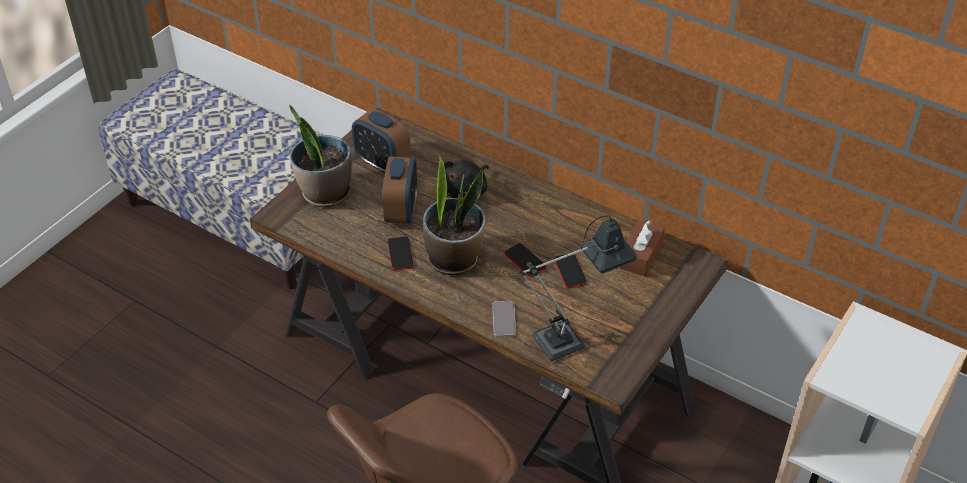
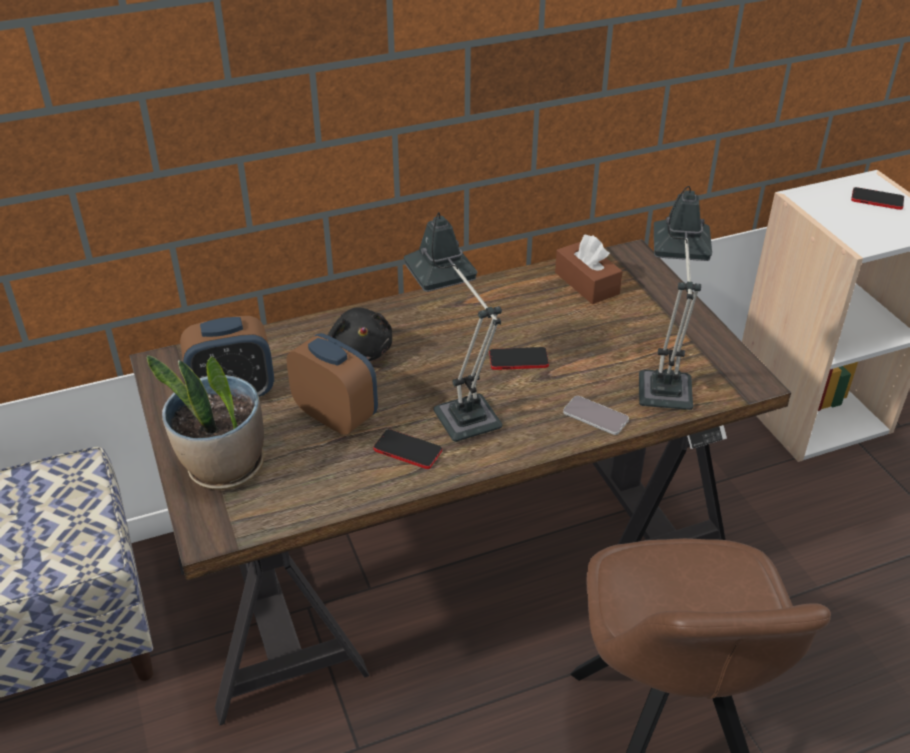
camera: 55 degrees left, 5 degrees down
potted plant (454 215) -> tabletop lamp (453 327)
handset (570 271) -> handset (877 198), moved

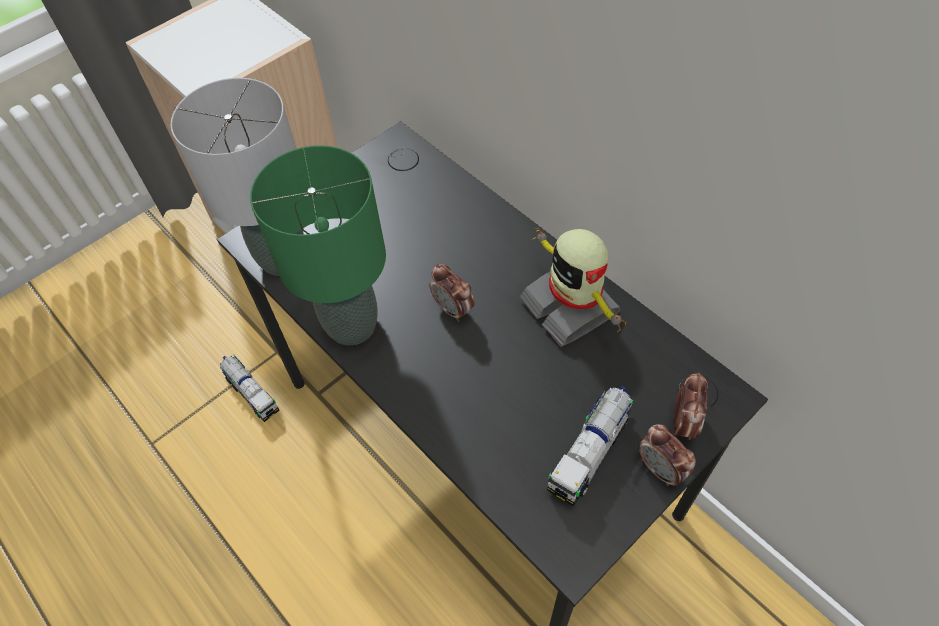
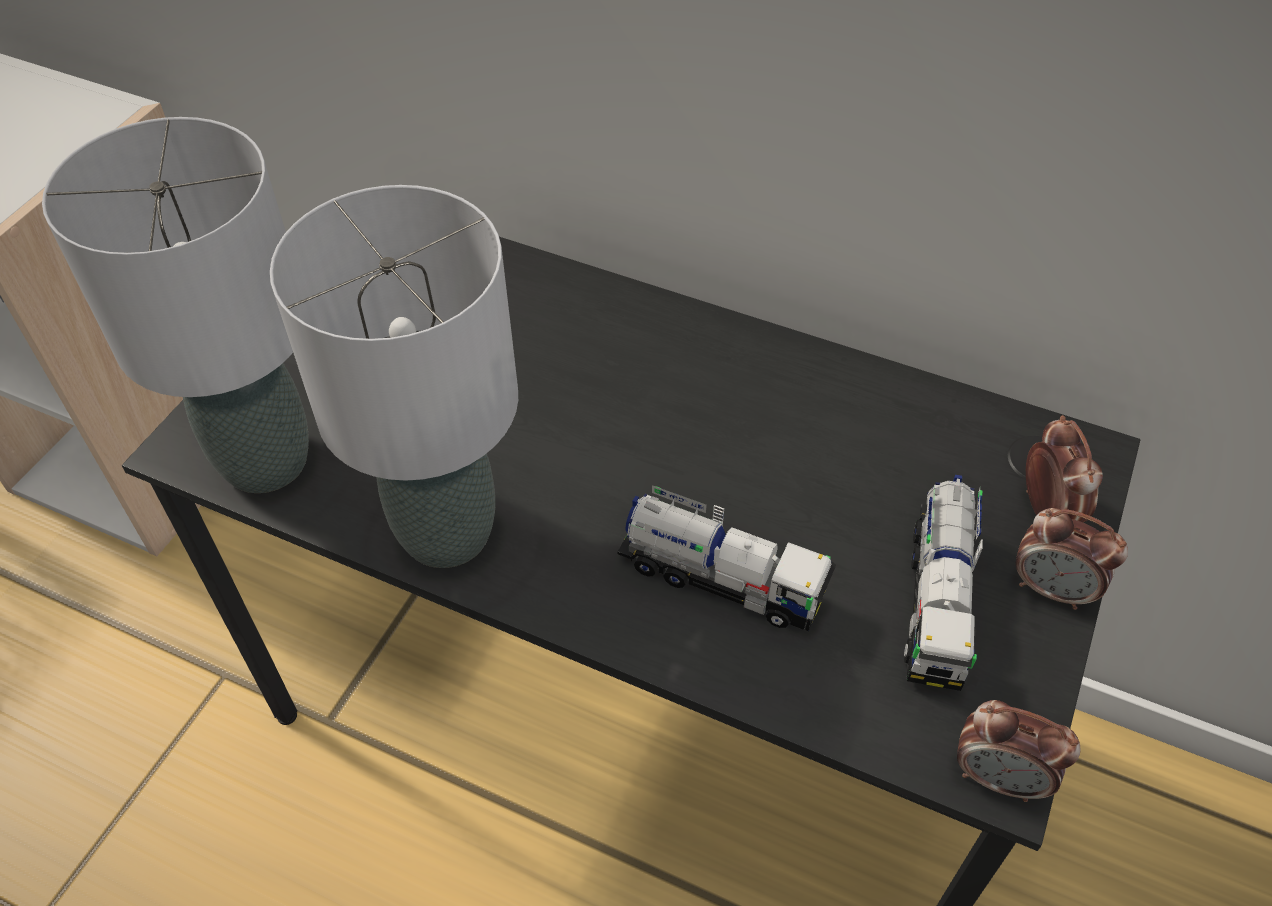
camera: 25 degrees left, 5 degrees down
green tabletop lamp (318 245) -> grey tabletop lamp (394 376)
toy robot (573 287) -> none
bedside clock (452 293) -> bedside clock (1019 751), moved
model truck (249 388) -> model truck (727 558), moved

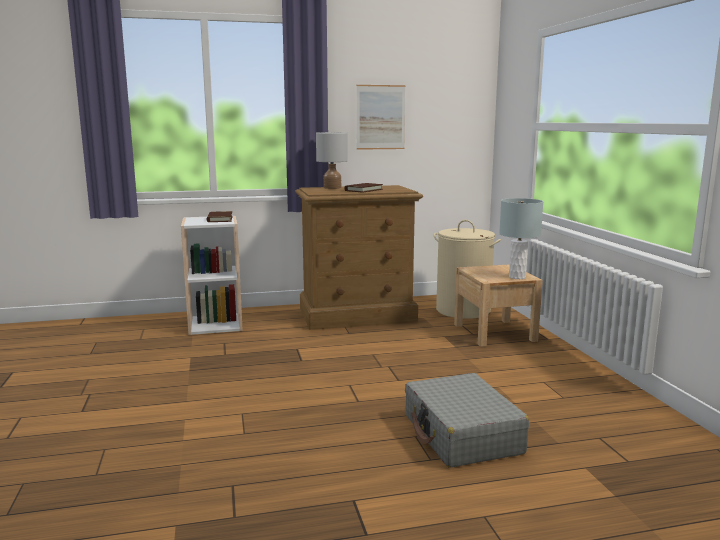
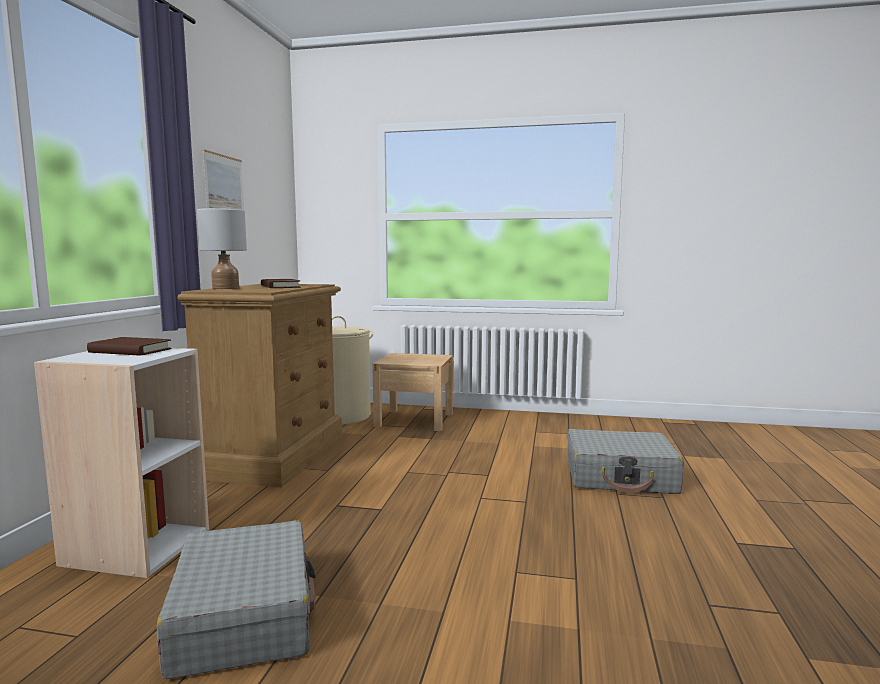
camera: 65 degrees left, 5 degrees down
grey tabletop lamp (521 238) -> none
none -> grey travel case (236 599)

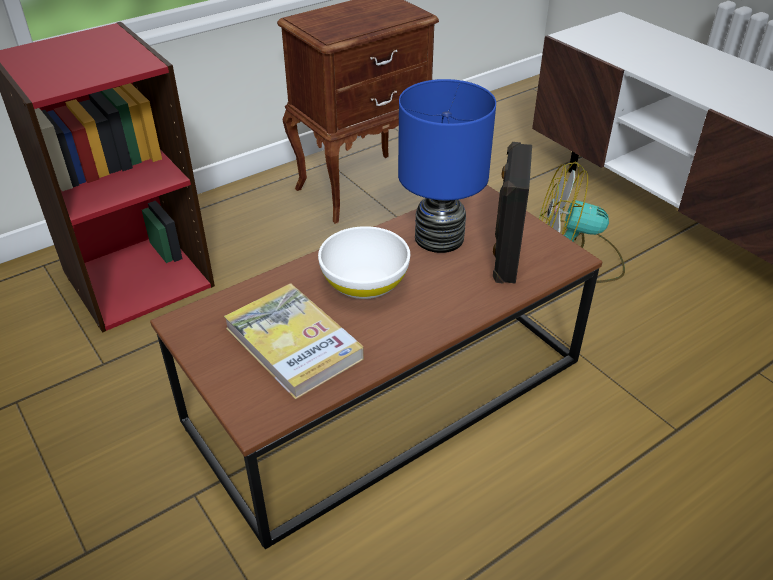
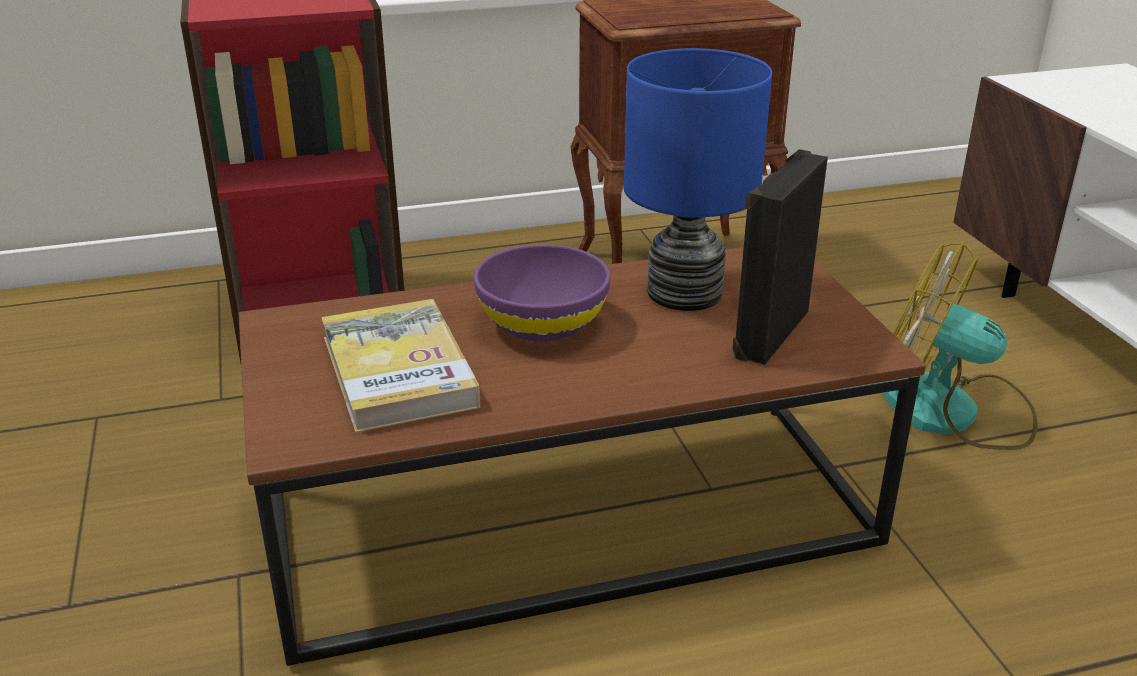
camera: 20 degrees right, 10 degrees down
white-coloured serving bowl (364 262) -> purple serving bowl (542 293)

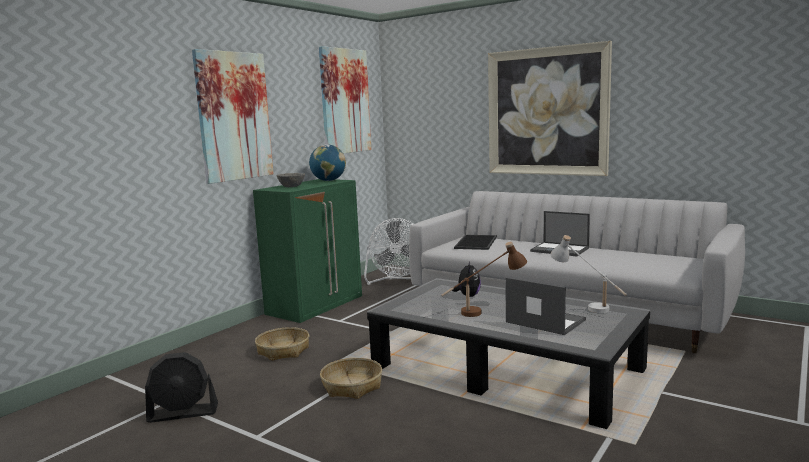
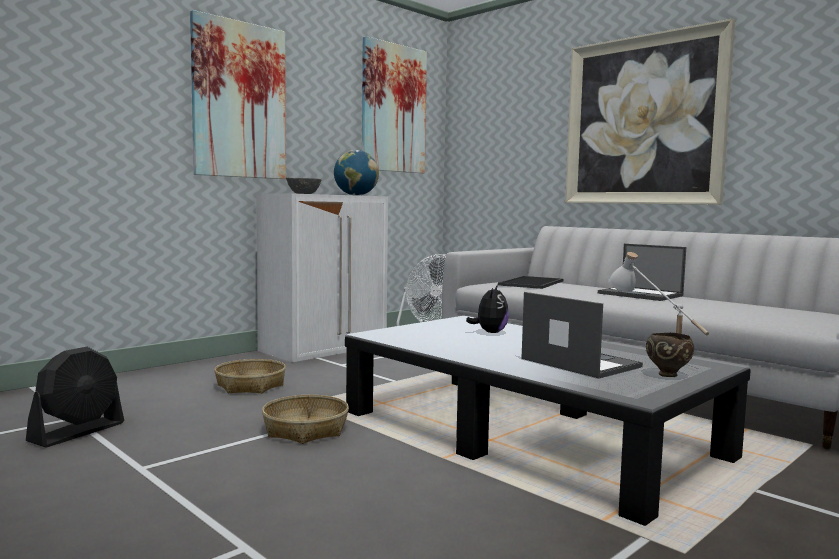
camera: 10 degrees right, 5 degrees down
green storage cabinet (307 251) -> white-coloured storage cabinet (322 277)
brown tabletop lamp (484 279) -> none
black fan (181 387) -> black fan (75 397), 60 degrees counterclockwise
none -> brown serving bowl (670 355)

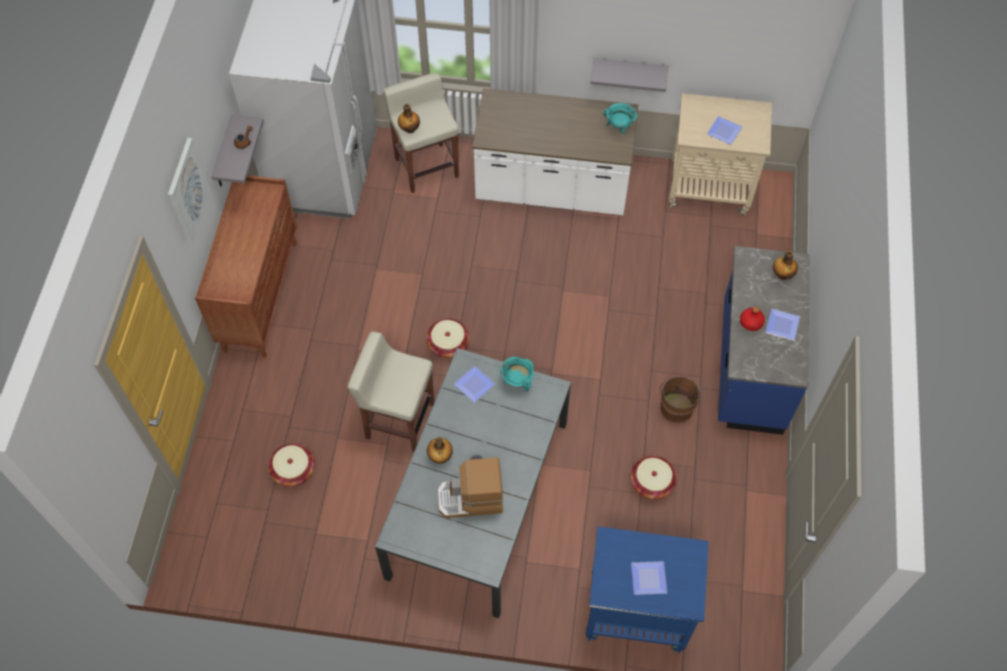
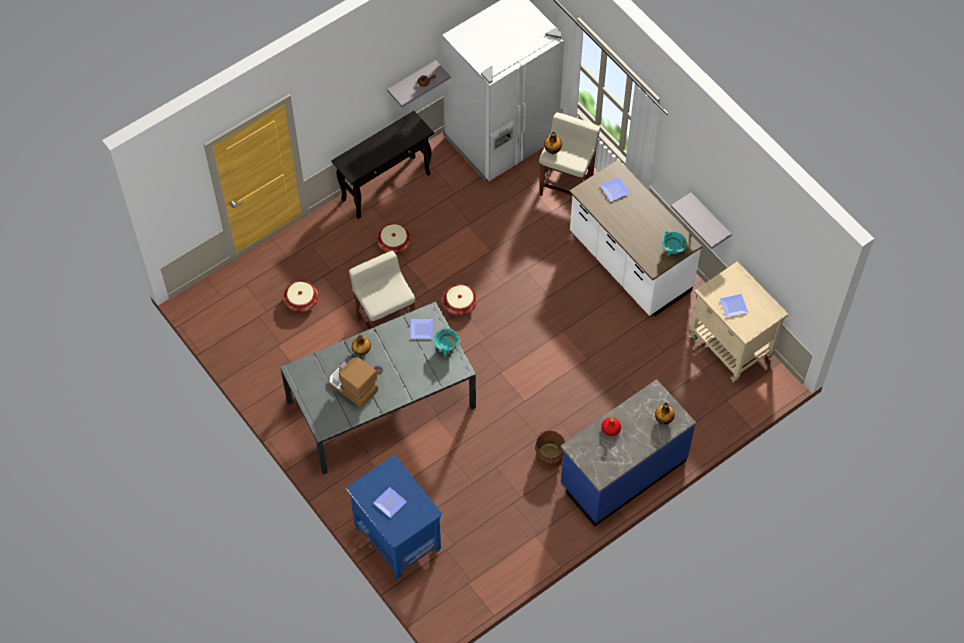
camera: 45 degrees right, 0 degrees up
wall art (189 191) -> none
brown storage cabinet (246 266) -> black hall table (382 165)
dinner plate (783 324) -> dinner plate (615 190), moved
household basket (654 478) -> household basket (394 238), moved

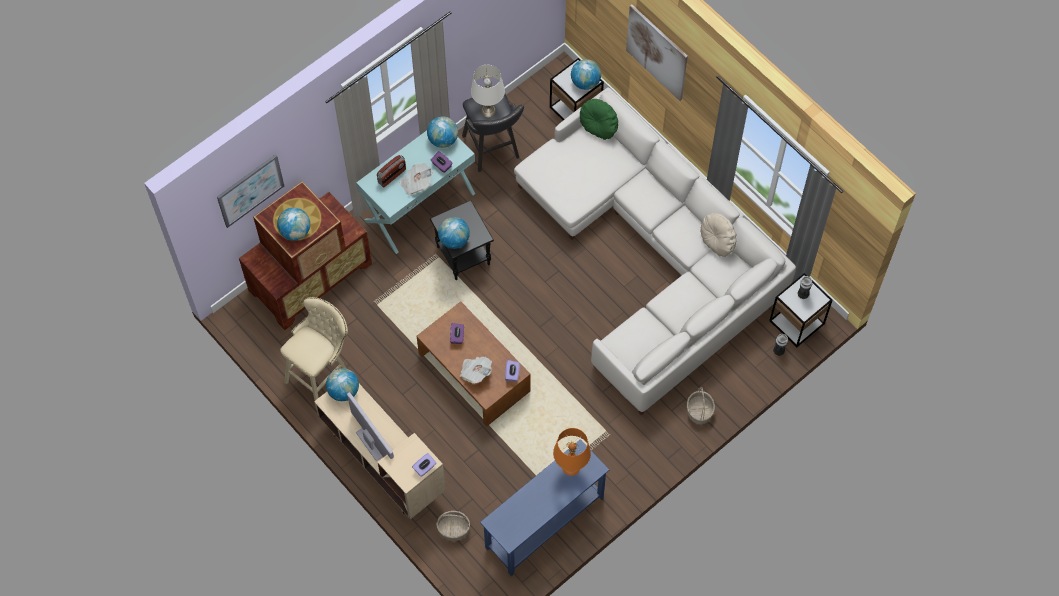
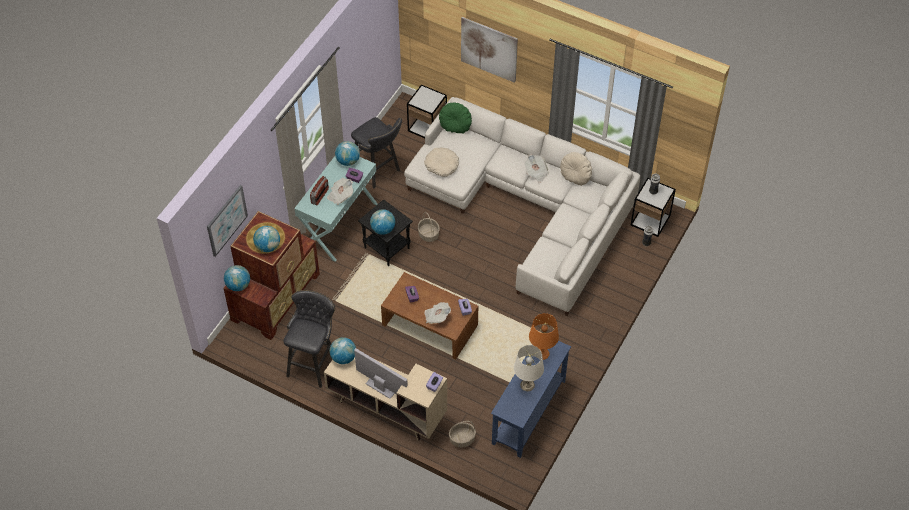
camera: 20 degrees left, 10 degrees down
world globe (586 74) -> world globe (237 278), moved
white-coloured tabletop lamp (488 91) -> white-coloured tabletop lamp (529 368), moved
beige stool seat (314 348) -> black stool seat (309 339)
household basket (701 405) -> household basket (429 227), moved
none -> beige cushion (441 162)
none -> daily paper (536 168)

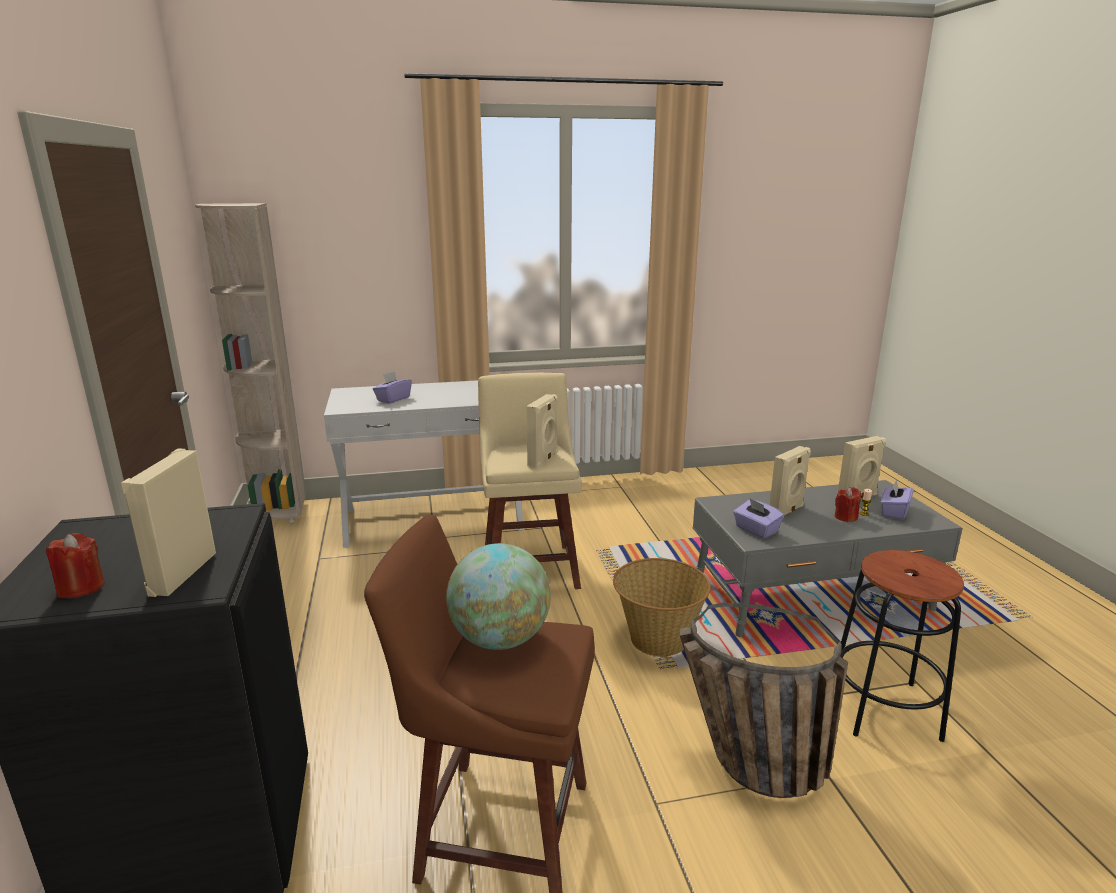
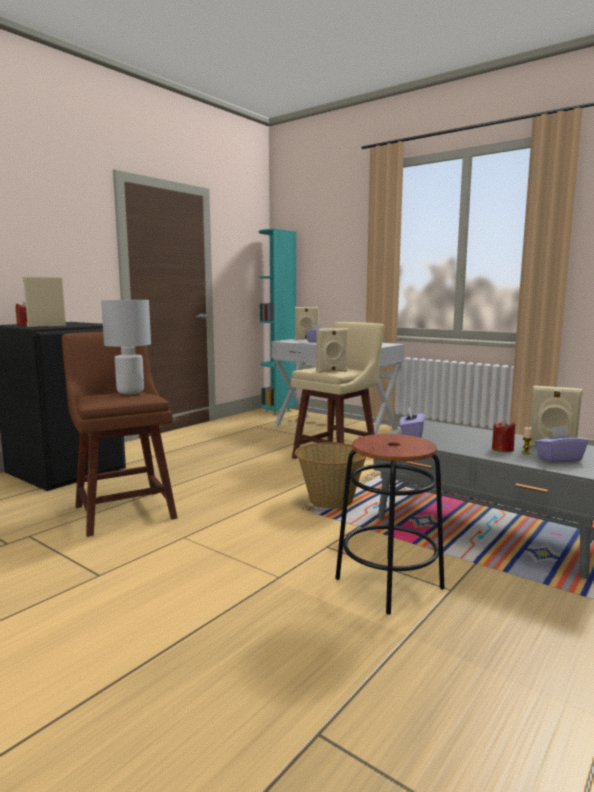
camera: 50 degrees right, 10 degrees down
beige bookshelf (250 363) -> blue-green bookshelf (277 321)
beige audio speaker (790 480) -> beige audio speaker (307 323), moved
world globe (498 596) -> grey tabletop lamp (126 347)
household basket (764 700) -> none

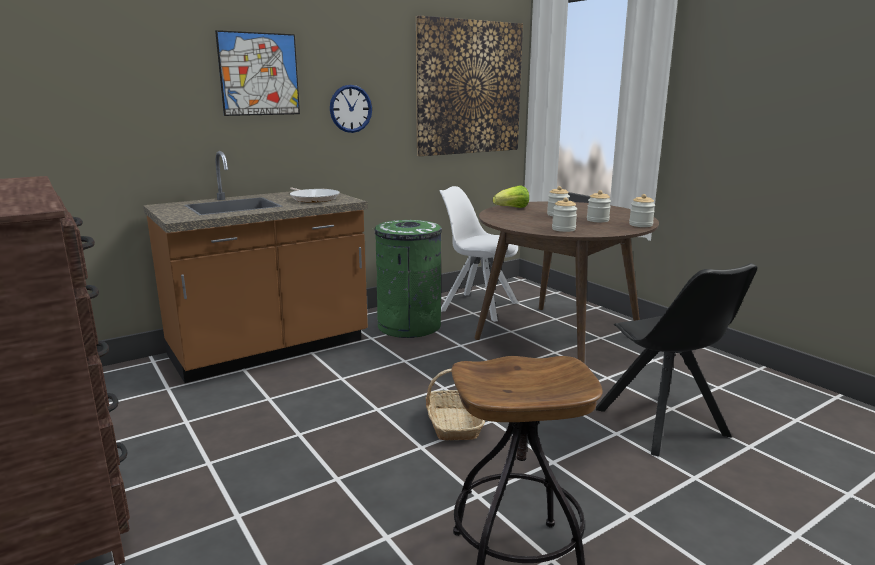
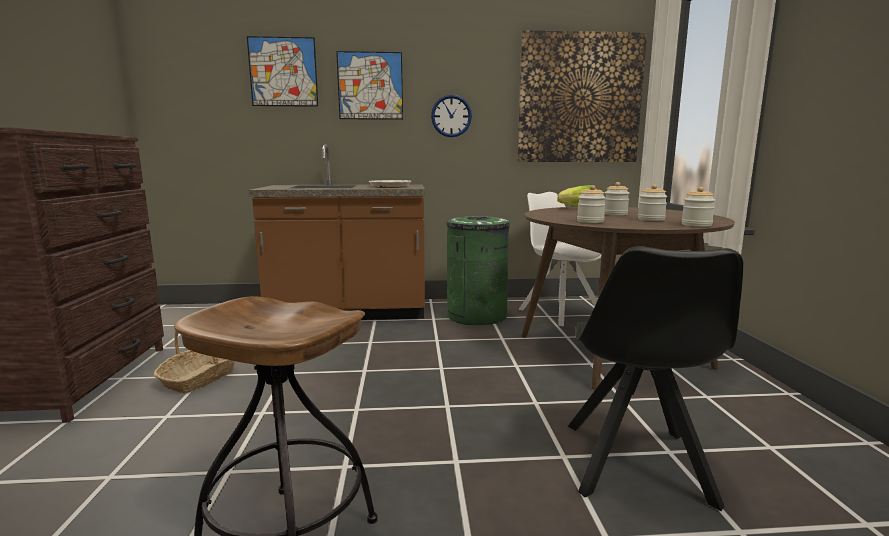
camera: 30 degrees right, 5 degrees down
household basket (455 404) -> household basket (194 362), moved
none -> wall art (282 71)

